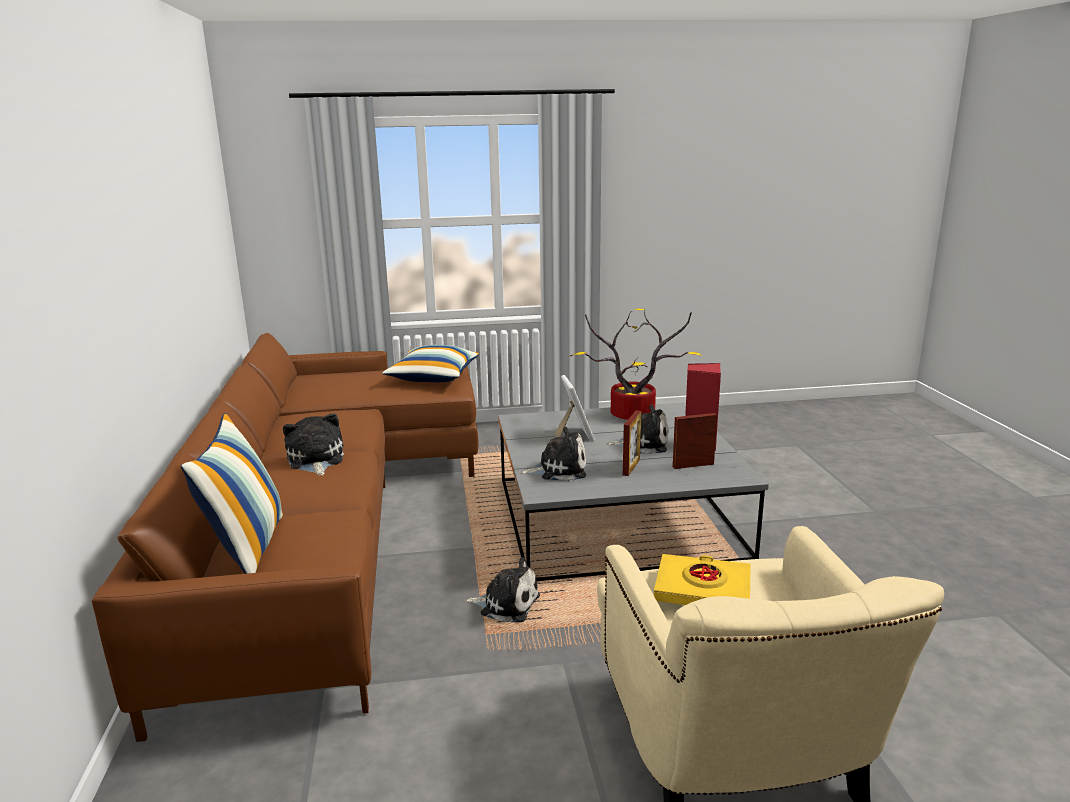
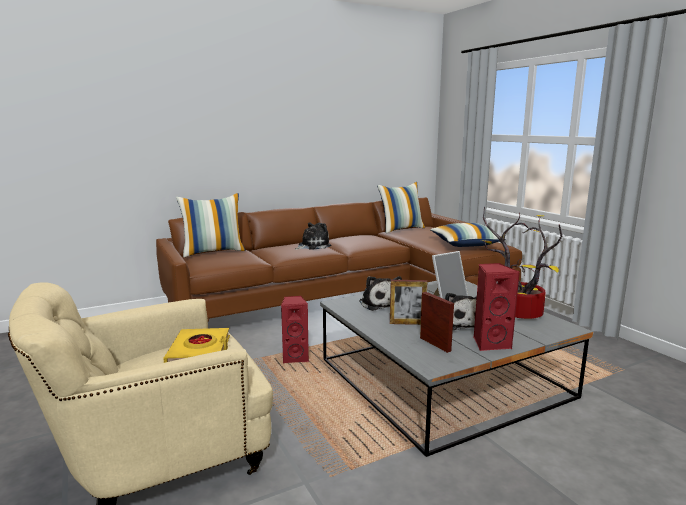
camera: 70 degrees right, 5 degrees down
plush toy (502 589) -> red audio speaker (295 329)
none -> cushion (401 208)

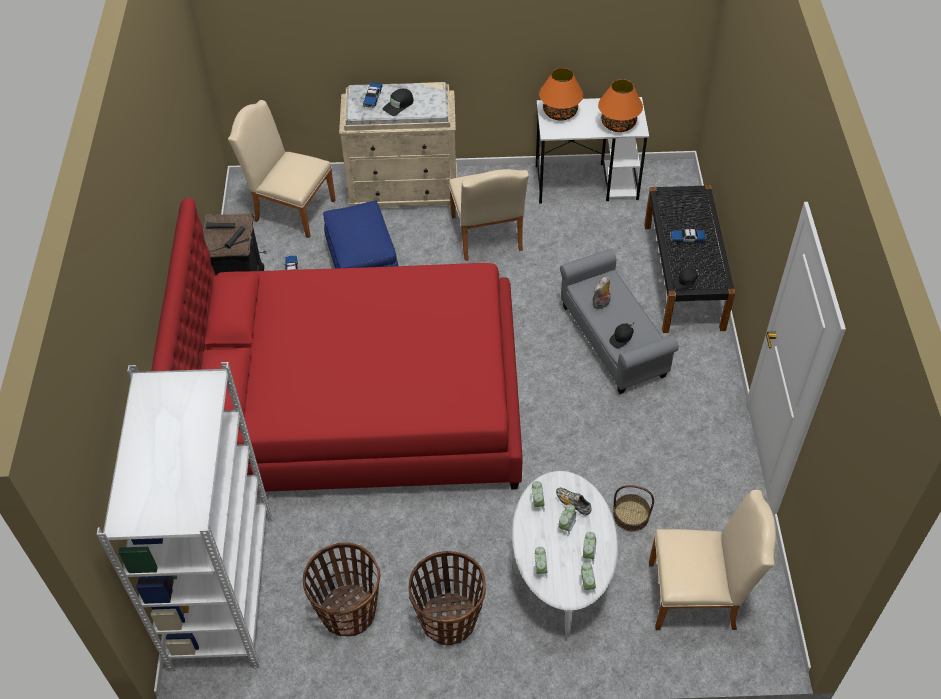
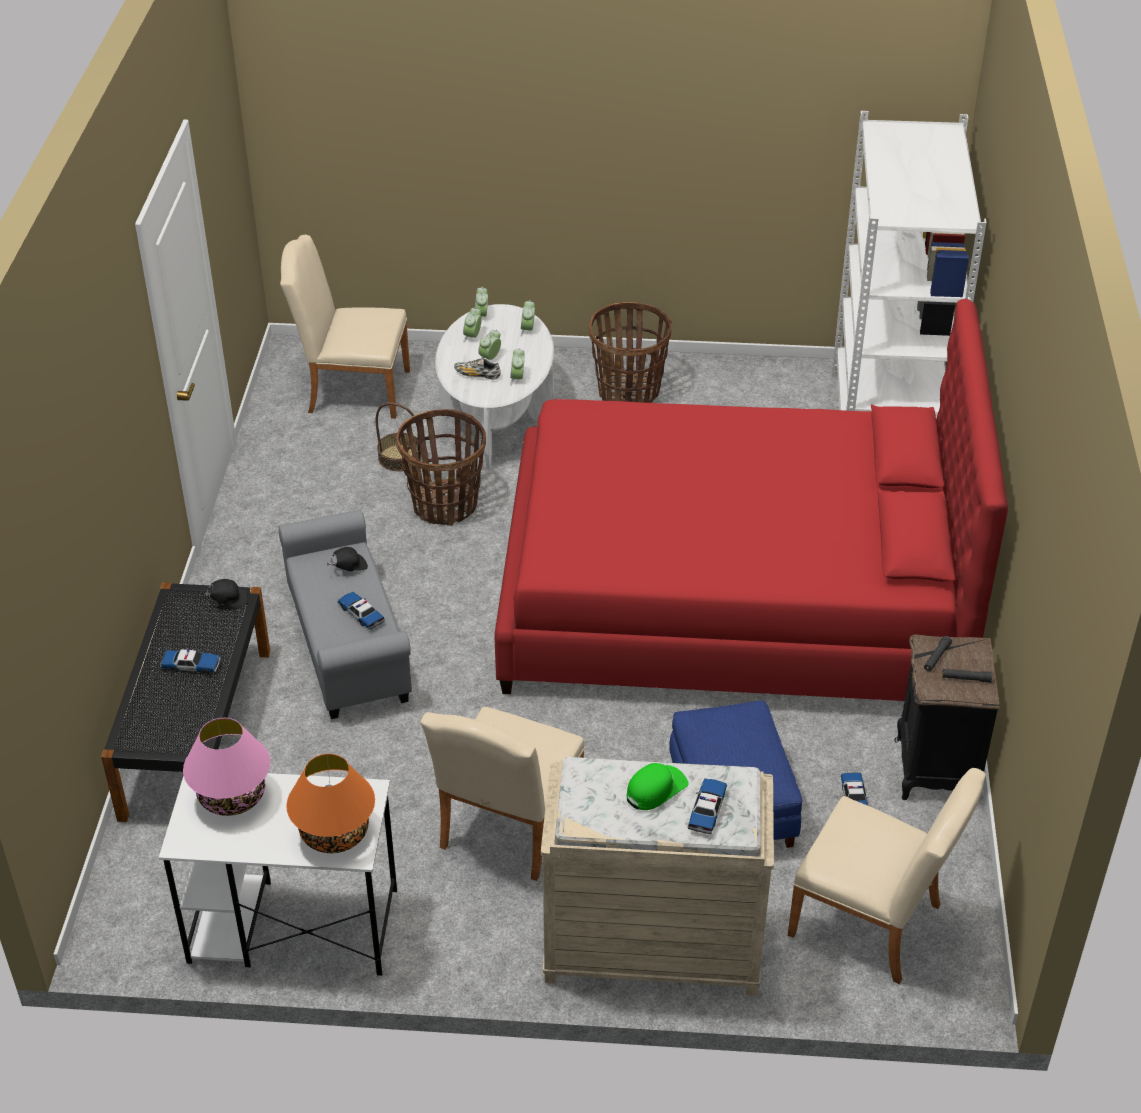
camera: 175 degrees left, 10 degrees down
orangey tabletop lamp (620 105) -> pinkish tabletop lamp (226 767)
black baseball cap (398 102) -> green baseball cap (658 786)
beige upright chair (489 215) -> beige upright chair (502 794), 150 degrees counterclockwise
plush toy (601 293) -> model car (361 611)
low shoe (574 502) -> low shoe (477 369), 150 degrees clockwise
household basket (341 589) -> household basket (441 467), moved

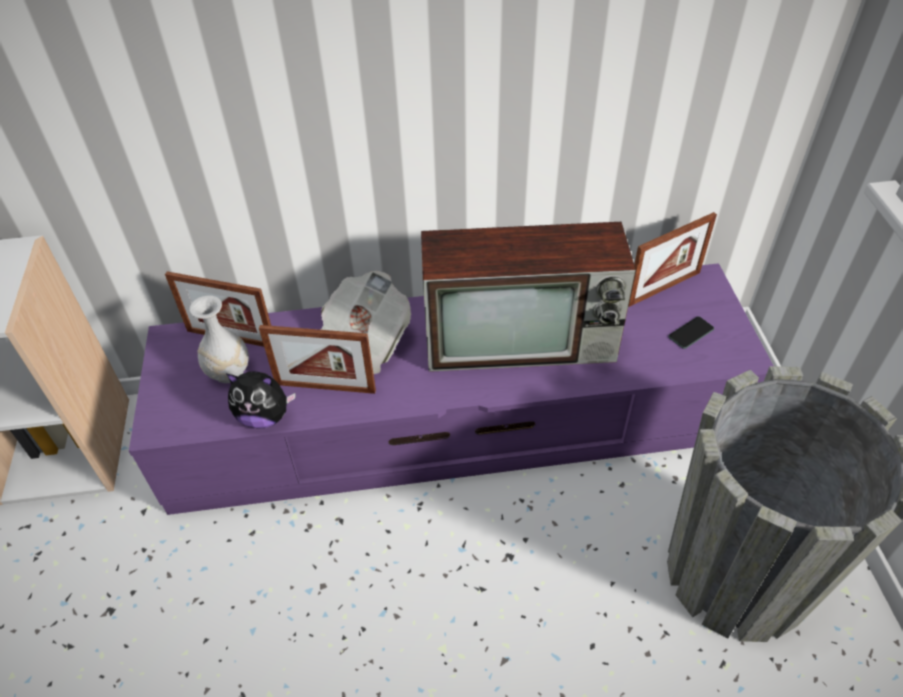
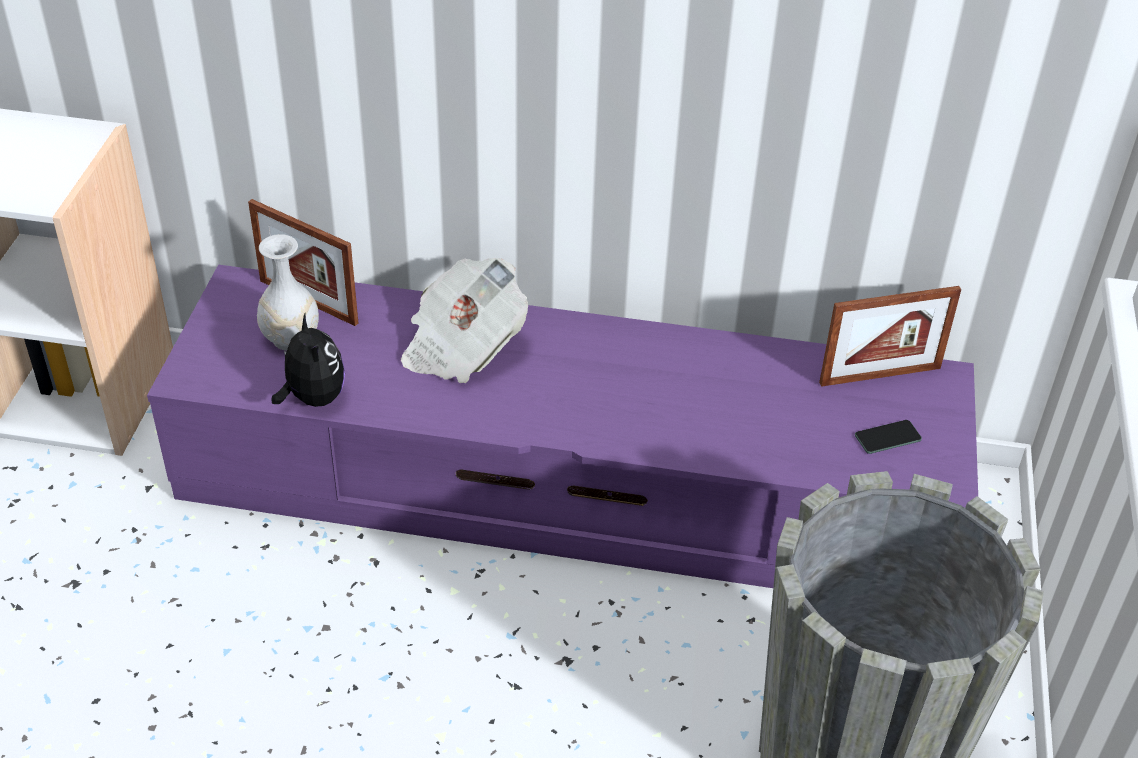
camera: 15 degrees right, 5 degrees down
TV set (528 297) -> none
photo frame (317 359) -> none
plush toy (260 400) -> plush toy (308 360), 135 degrees counterclockwise

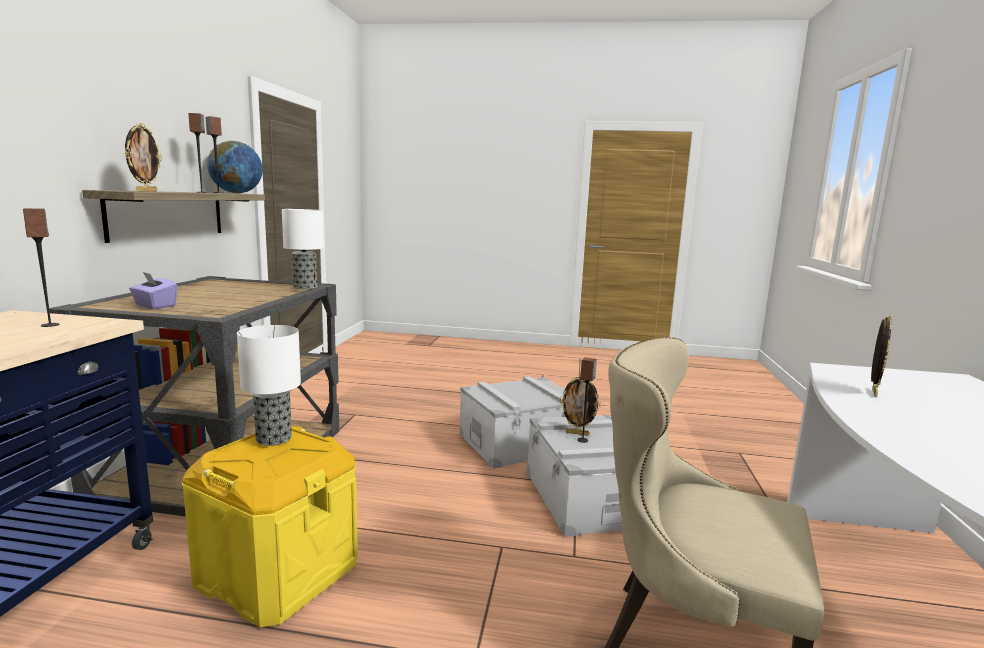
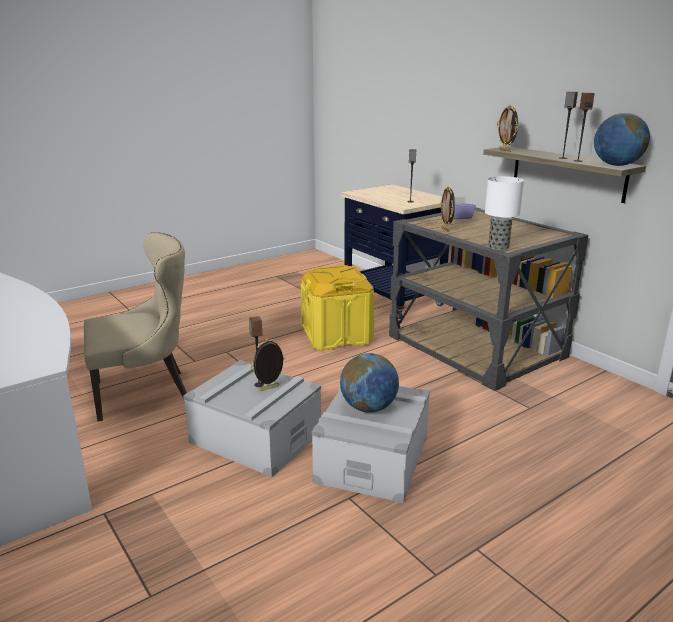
camera: 135 degrees right, 10 degrees up
photo frame (881 356) -> photo frame (447 209), moved
tabletop lamp (269 385) -> none
none -> world globe (369 383)

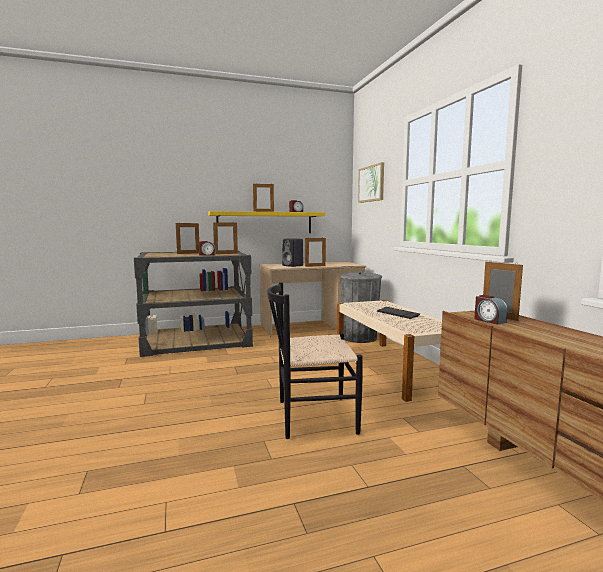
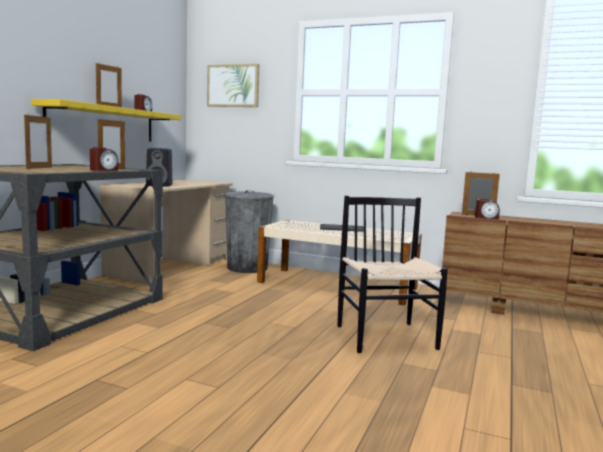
camera: 50 degrees left, 0 degrees up
photo frame (315 252) -> none
black upright chair (315 360) -> black upright chair (392 274), 135 degrees clockwise

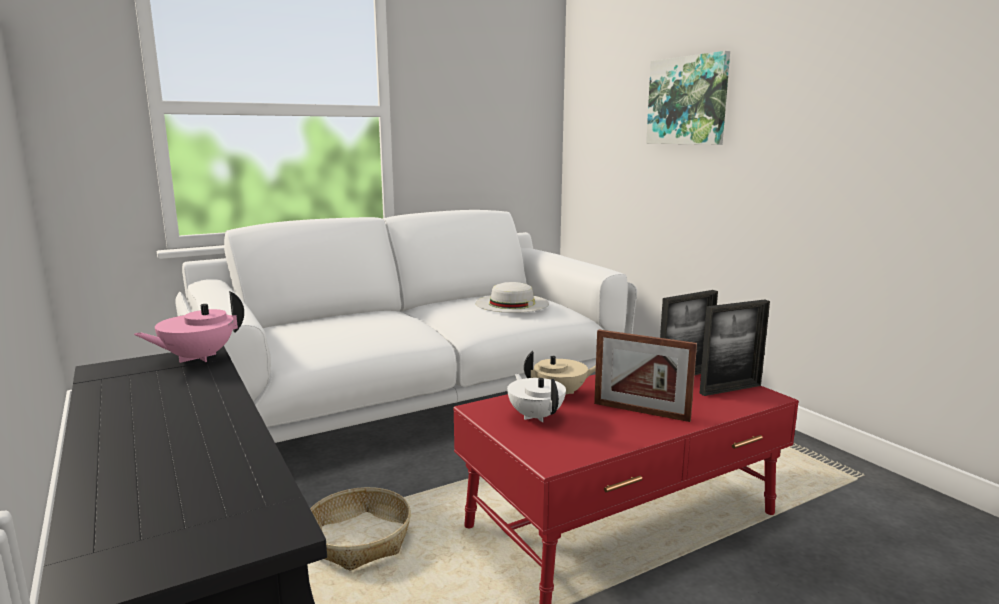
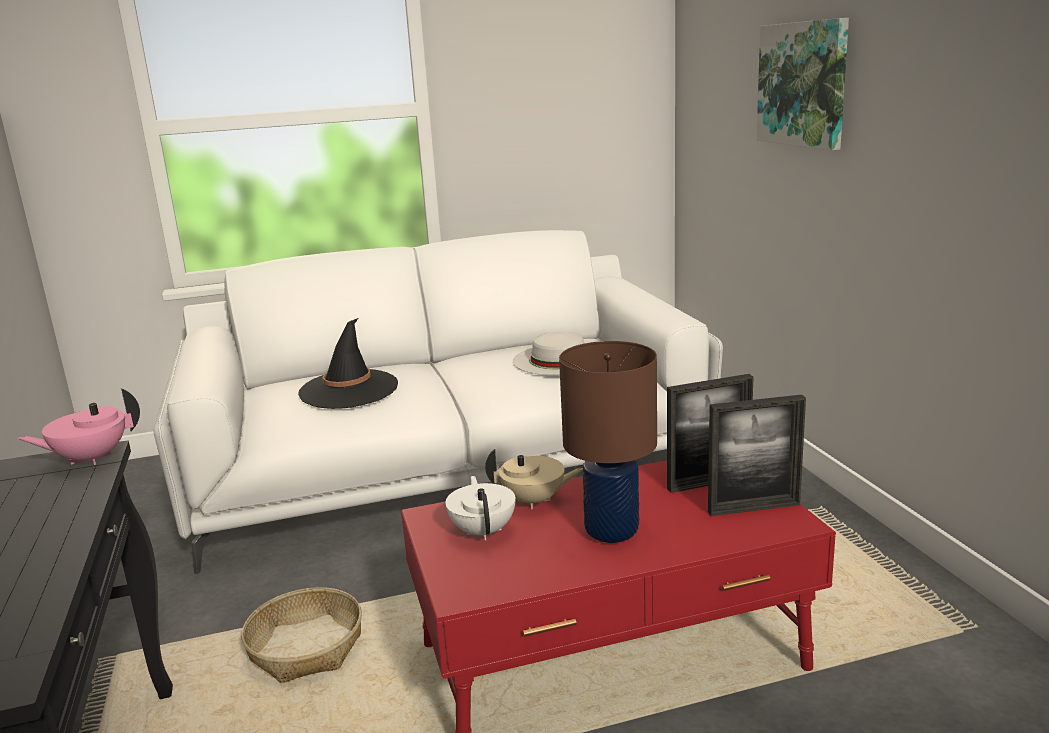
camera: 15 degrees right, 5 degrees up
photo frame (645 375) -> brown tabletop lamp (608 442)
none -> black clothing hat (348 363)

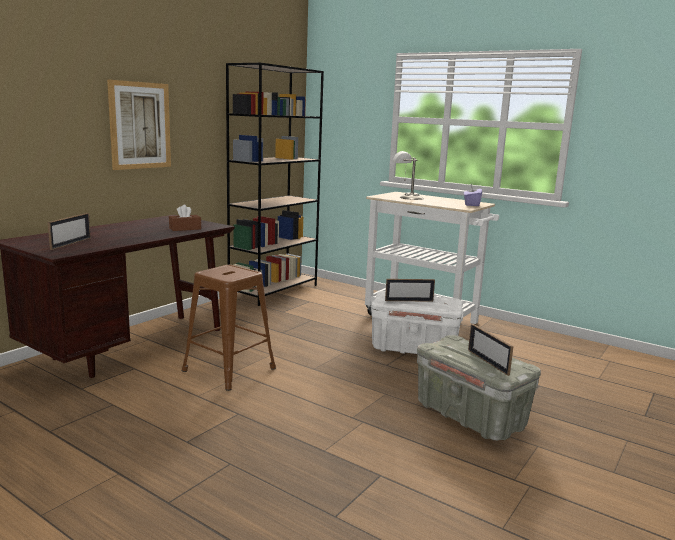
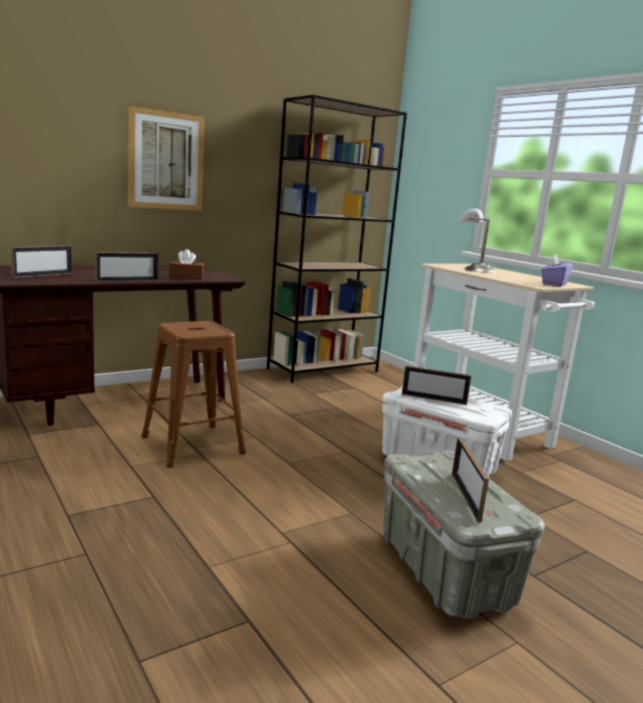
camera: 20 degrees right, 0 degrees up
none -> photo frame (127 267)

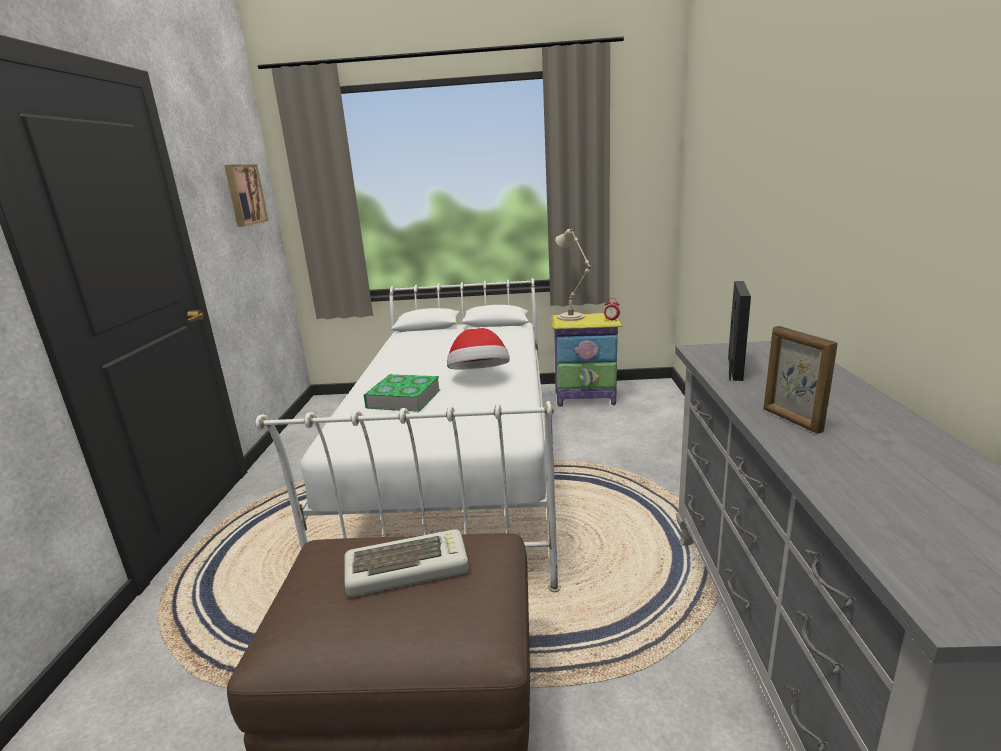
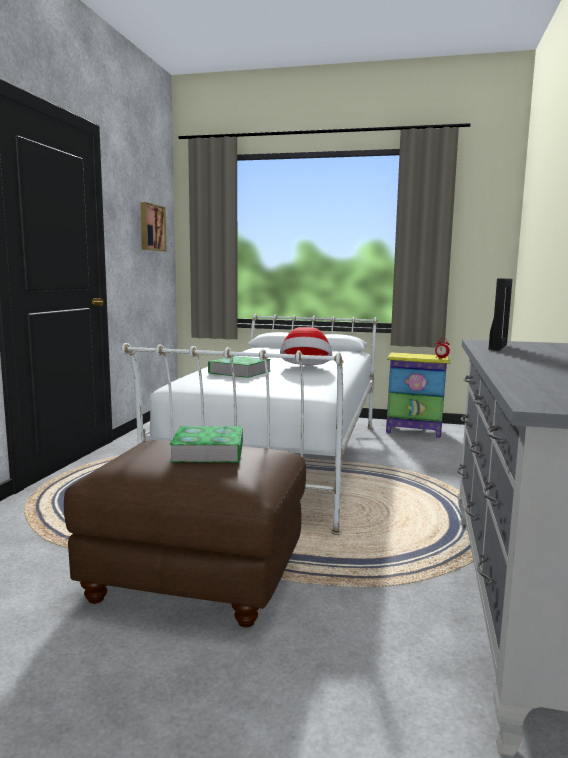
camera: 10 degrees right, 10 degrees down
beige tabletop lamp (574 274) -> none
photo frame (800 380) -> none
keyboard (406 563) -> book (206 444)

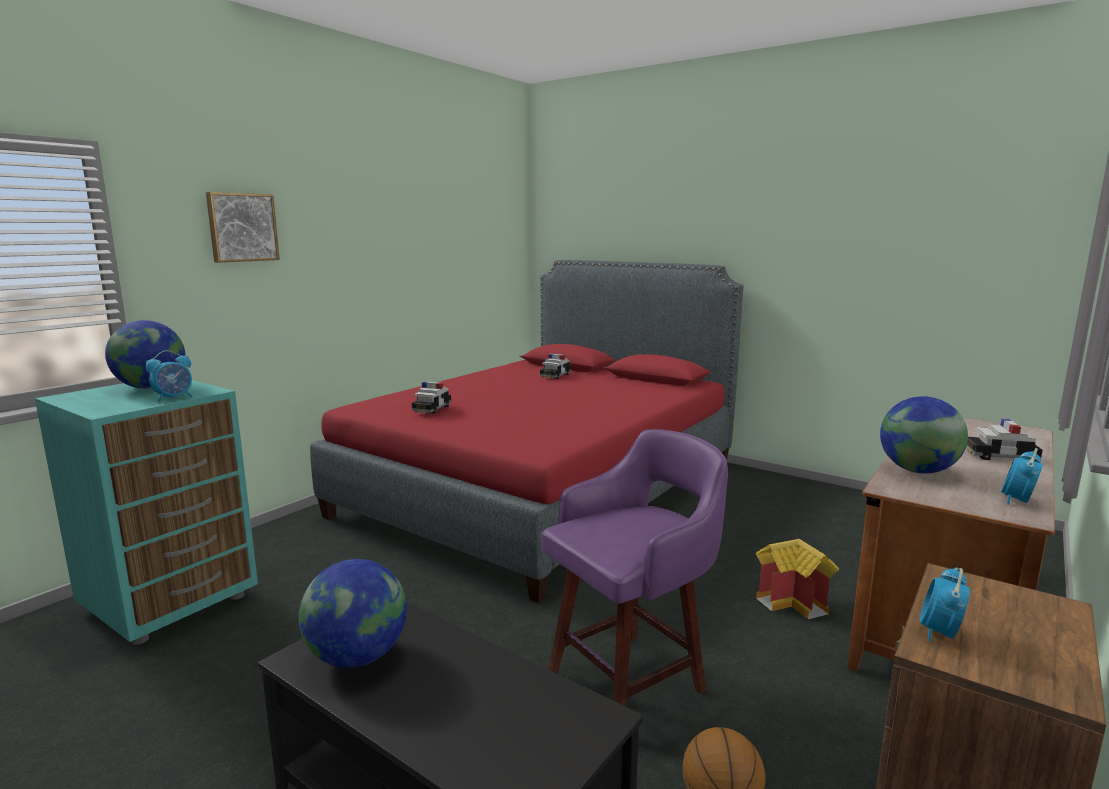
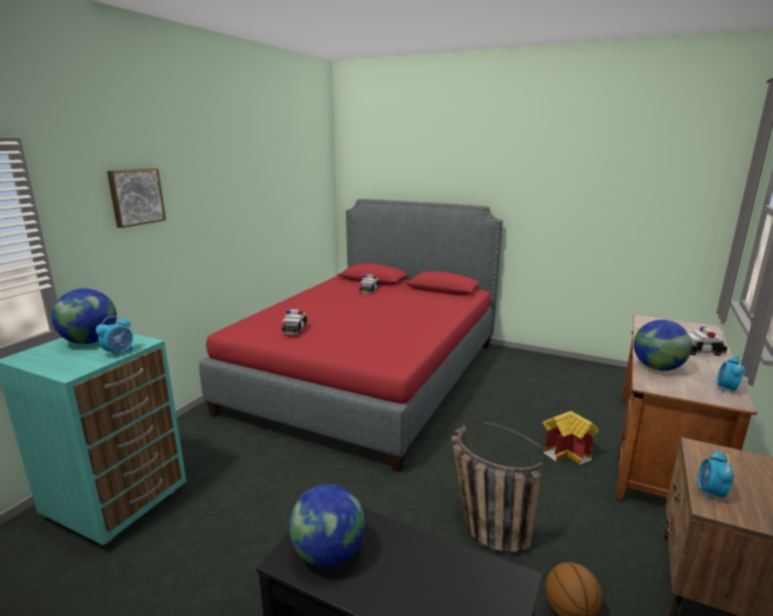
camera: 10 degrees left, 5 degrees up
purple stool seat (634 567) -> household basket (496 486)

